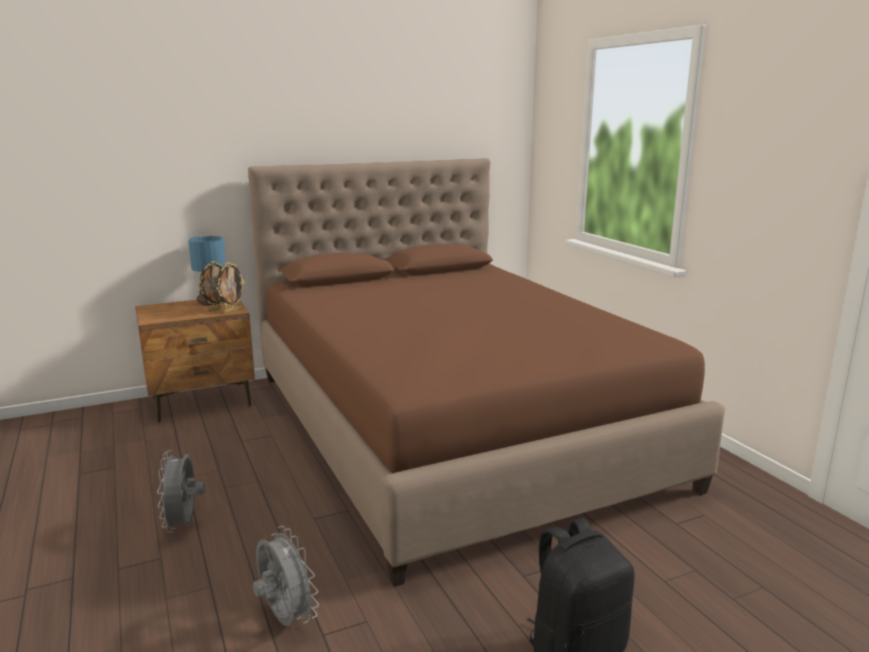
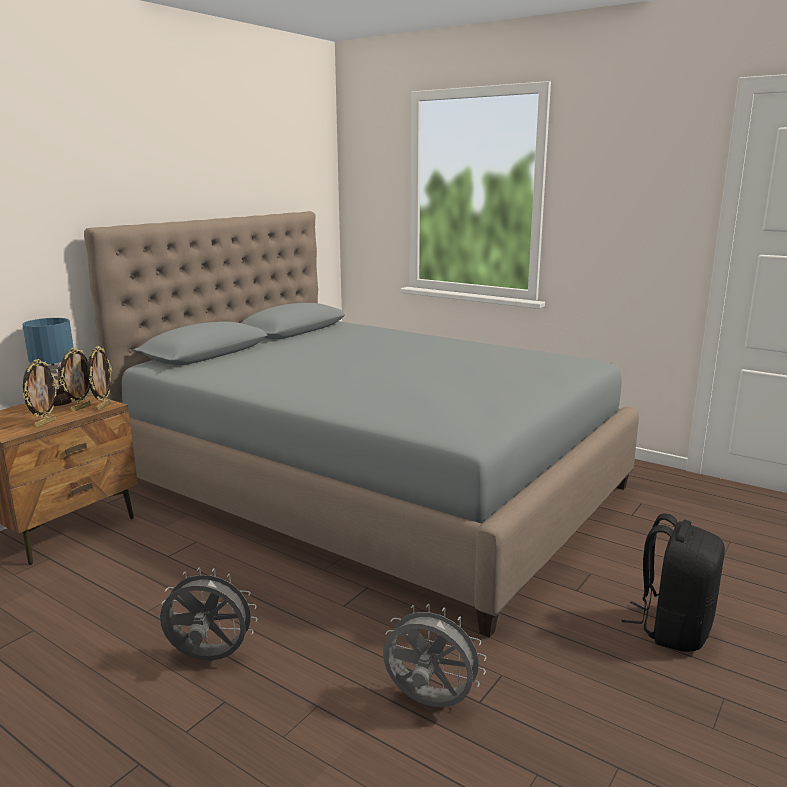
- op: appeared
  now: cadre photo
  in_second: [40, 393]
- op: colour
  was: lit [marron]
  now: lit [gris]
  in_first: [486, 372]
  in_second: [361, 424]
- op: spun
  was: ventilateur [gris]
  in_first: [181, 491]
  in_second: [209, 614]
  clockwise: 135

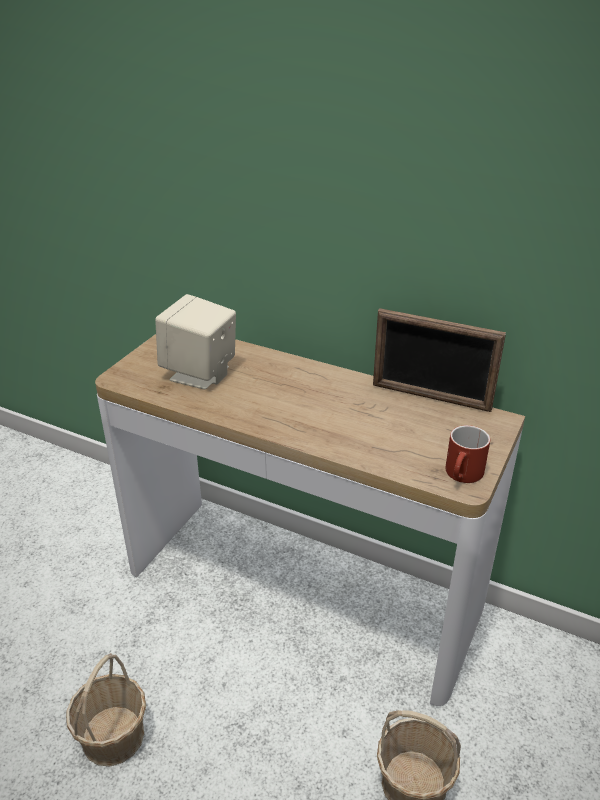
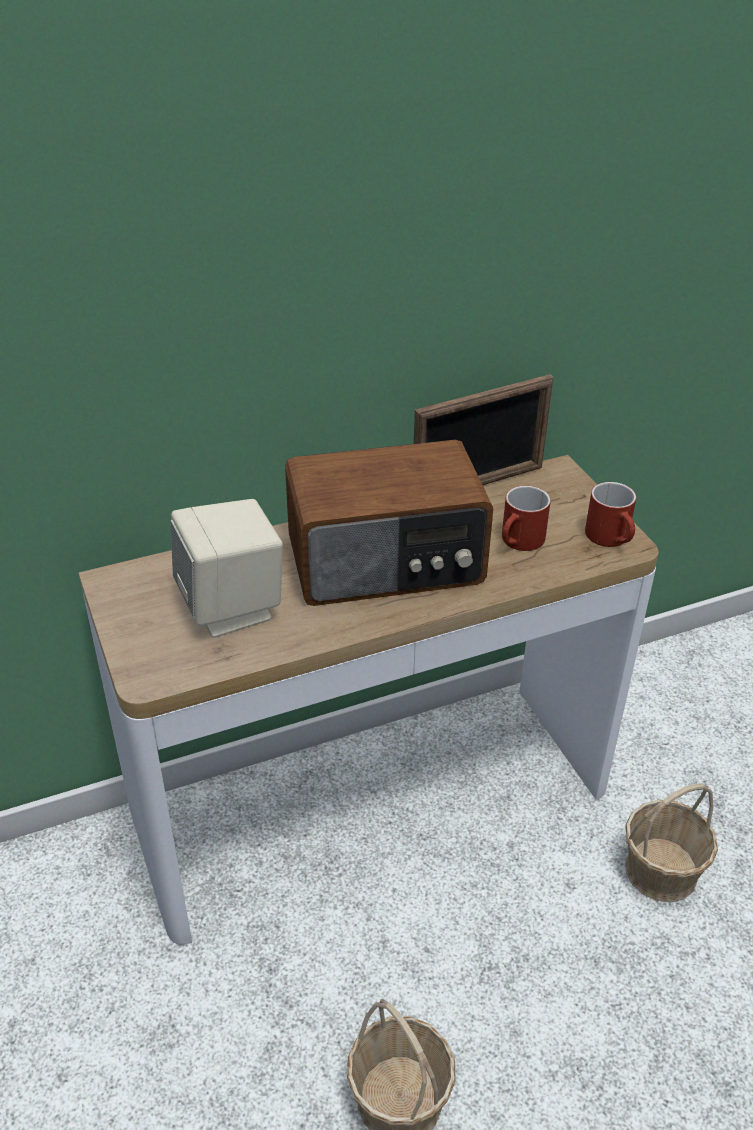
- op: appeared
  now: radio
  in_second: [389, 523]
- op: appeared
  now: mug [rouge]
  in_second: [526, 518]

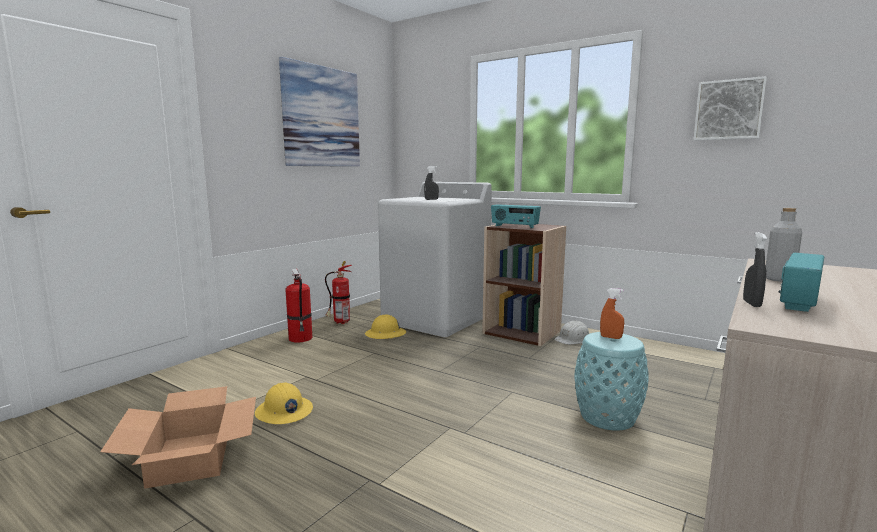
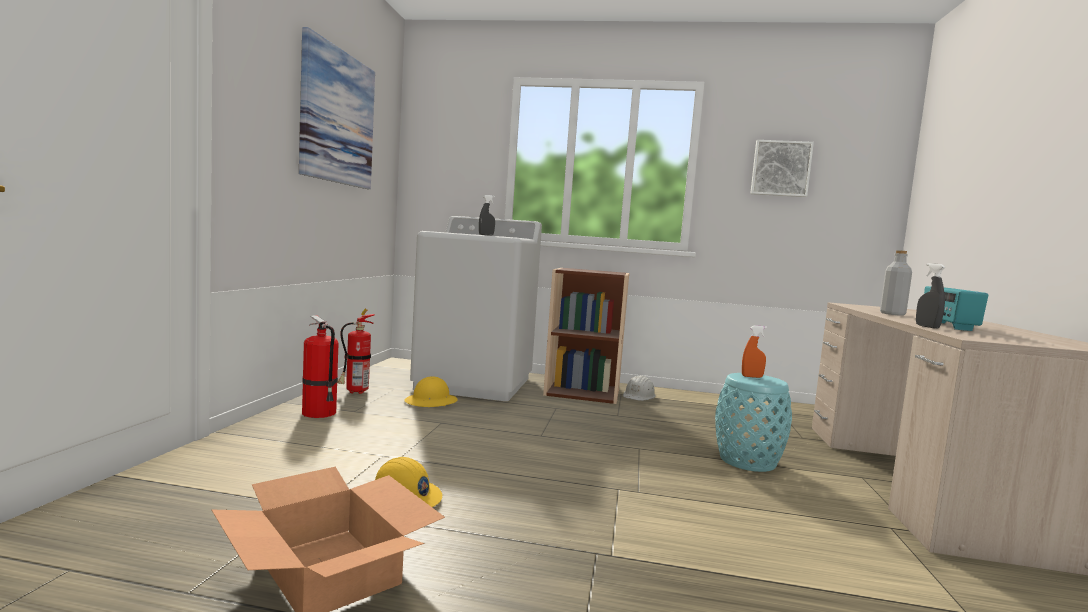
- op: missing
  was: radio
  in_first: [516, 216]

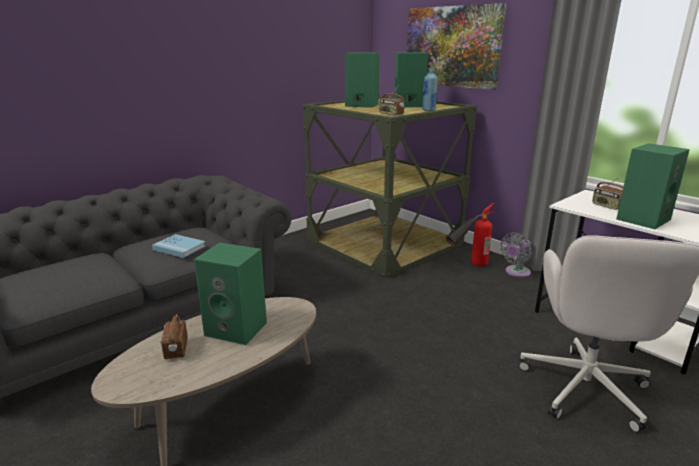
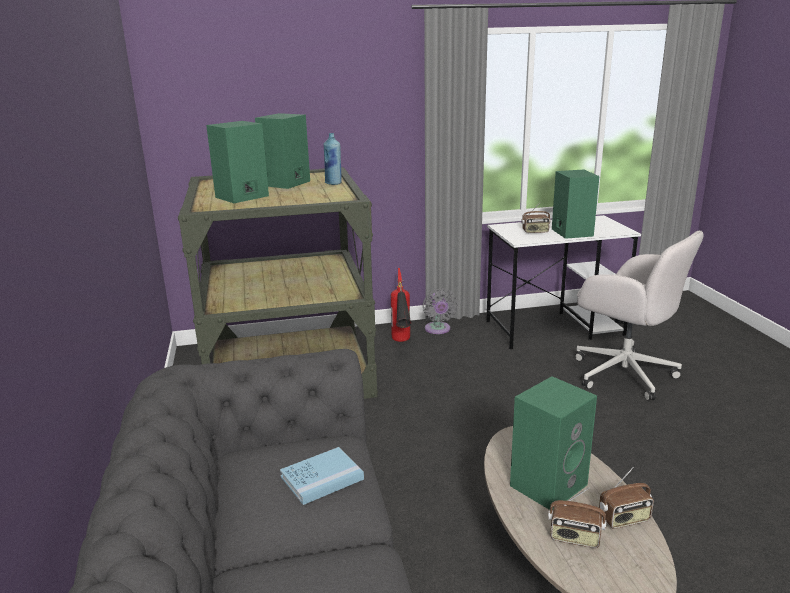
- op: relocated
  was: radio
  in_first: [391, 101]
  in_second: [626, 498]
- op: missing
  was: tableau
  in_first: [456, 46]

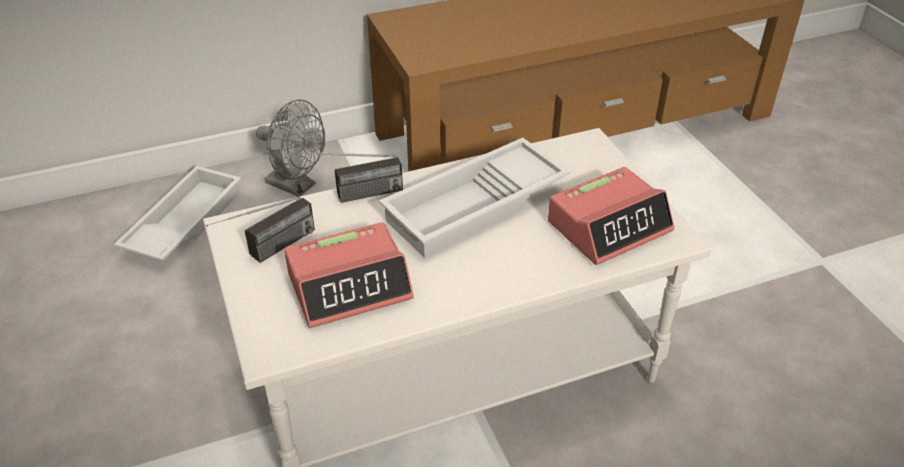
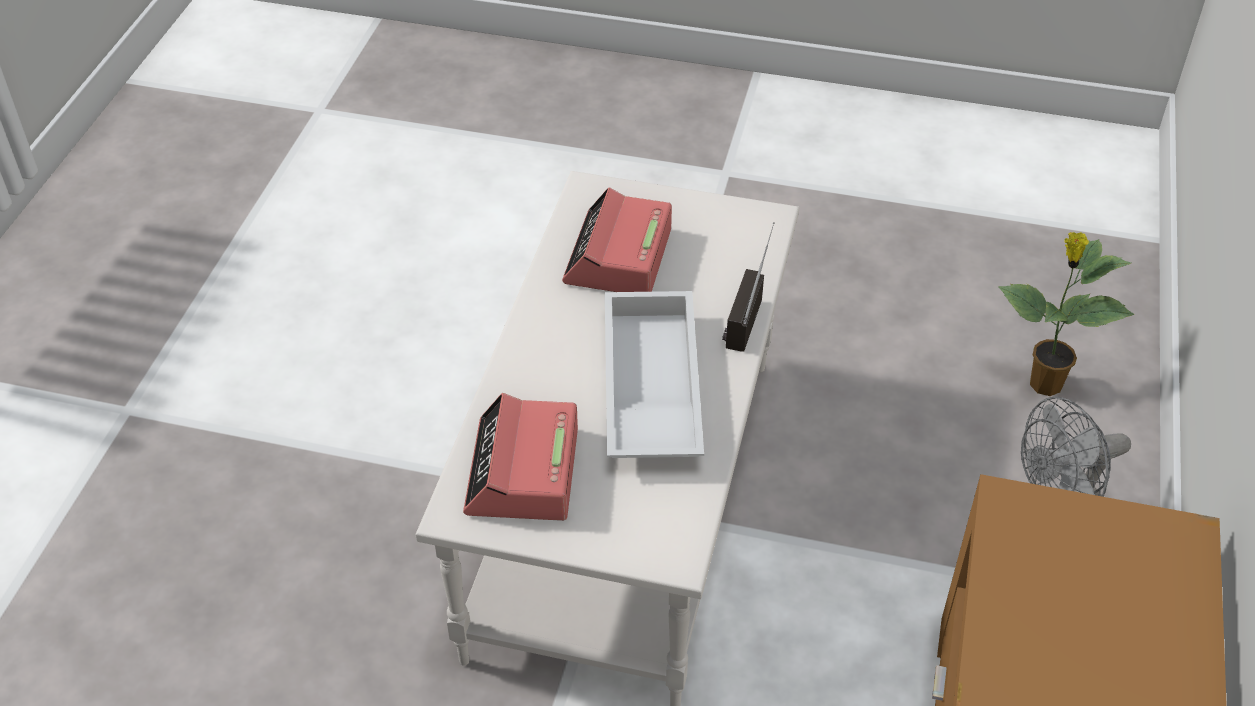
- op: exchanged
  was: plateau [blanc]
  now: plante en pot
  in_first: [177, 213]
  in_second: [1066, 314]
- op: missing
  was: radio
  in_first: [260, 230]

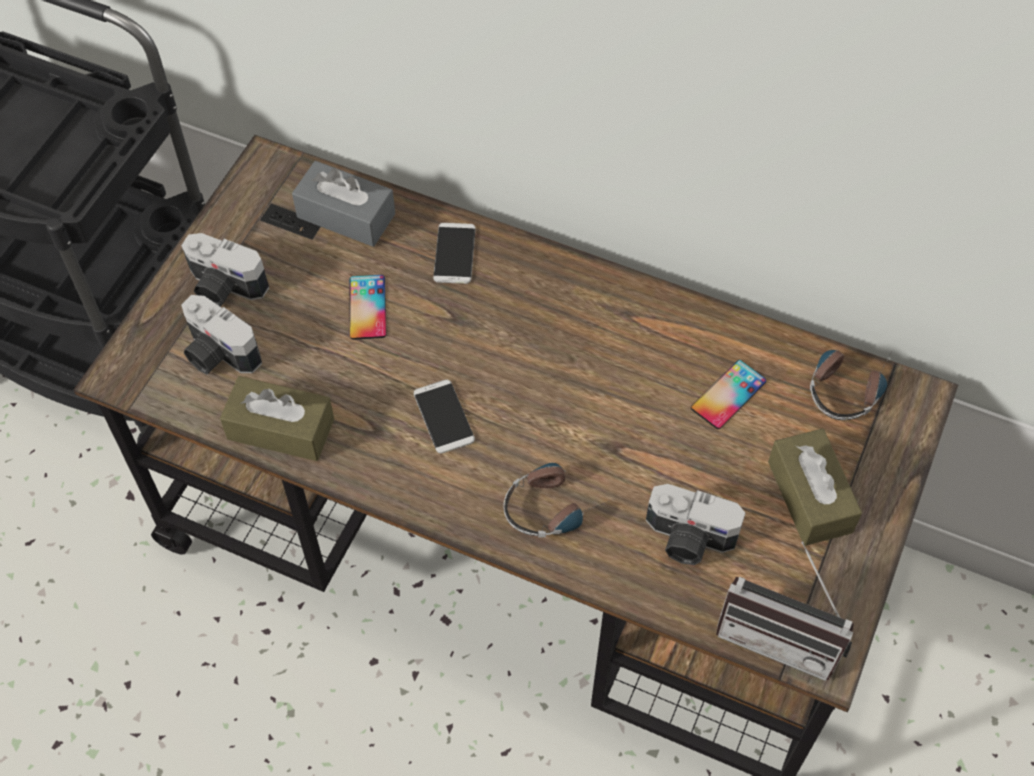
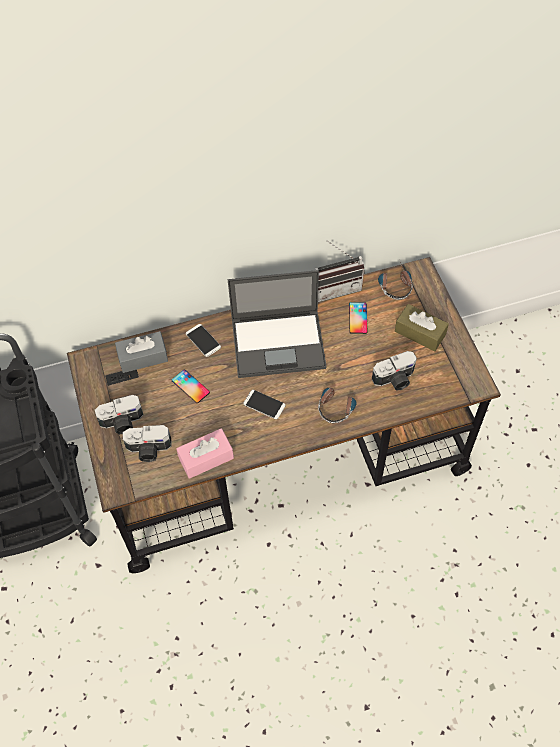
- op: colour
  was: boîte à mouchoirs [marron]
  now: boîte à mouchoirs [rose]
  in_first: [277, 418]
  in_second: [205, 453]
- op: appeared
  now: ordinateur portable
  in_second: [277, 324]
- op: relocated
  was: radio
  in_first: [785, 611]
  in_second: [340, 271]

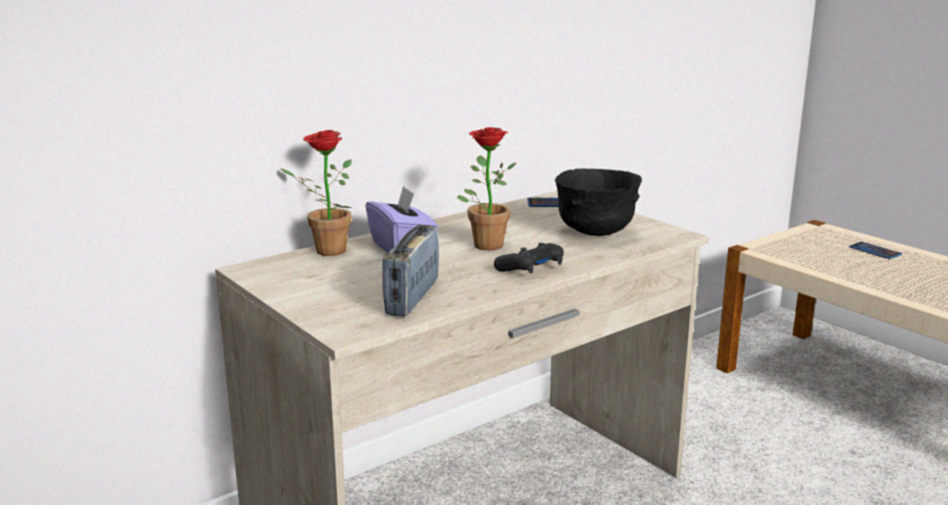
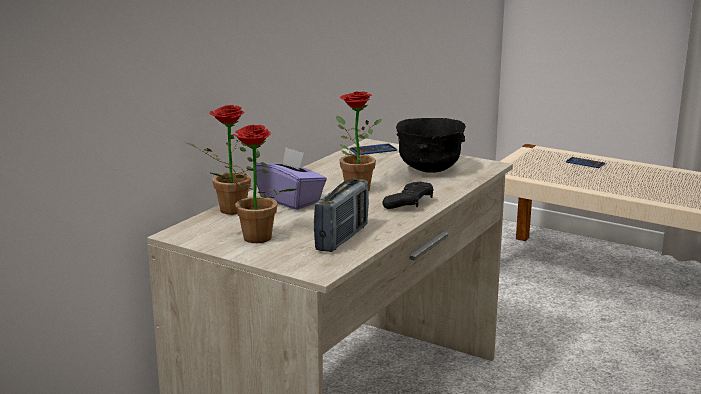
- op: appeared
  now: plante en pot
  in_second: [253, 184]
- op: spun
  was: radio
  in_first: [410, 270]
  in_second: [341, 215]
  clockwise: -150

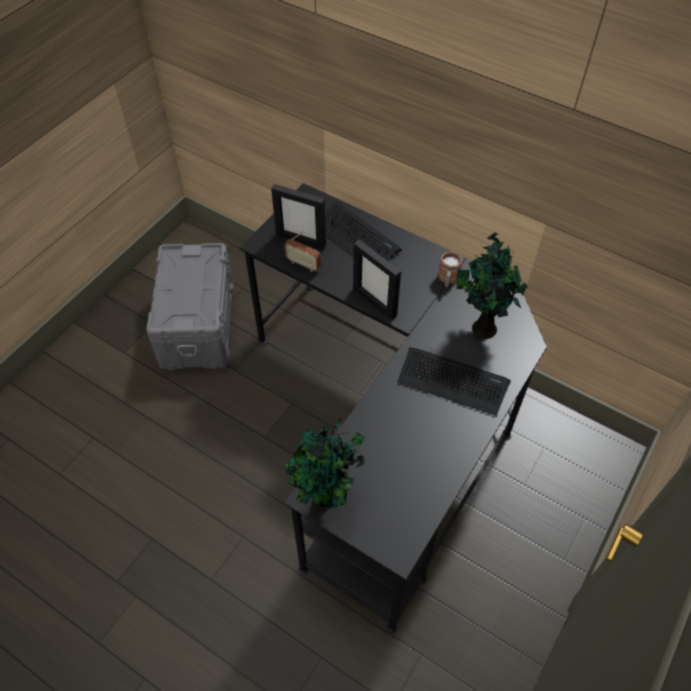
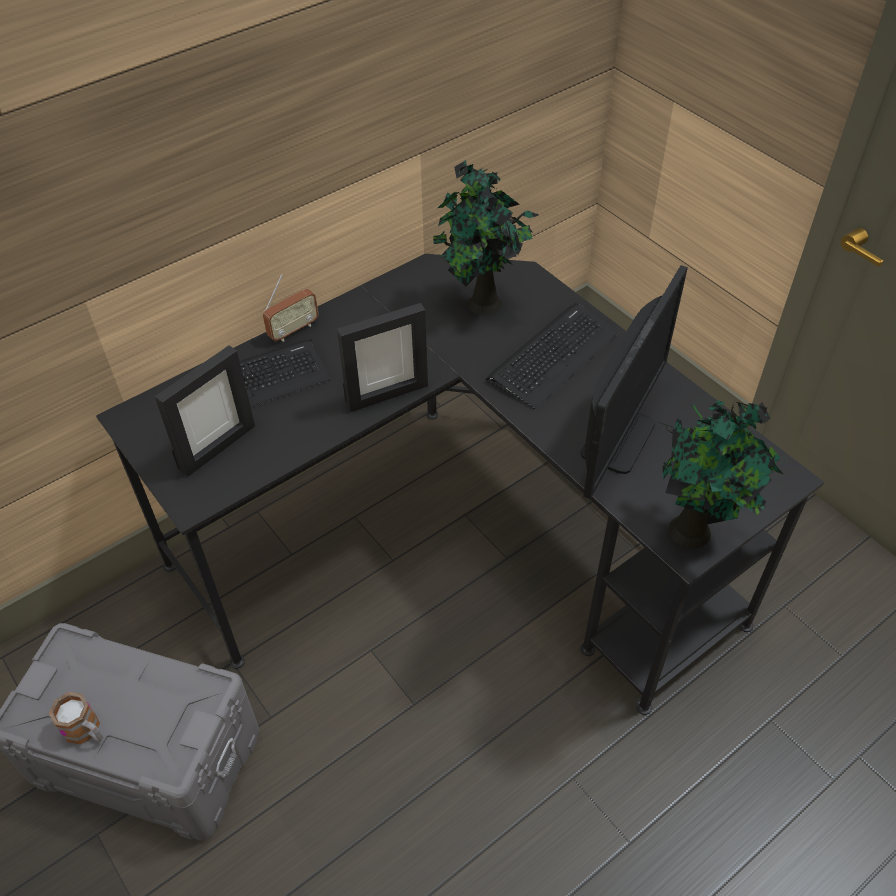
- op: relocated
  was: mug
  in_first: [450, 269]
  in_second: [76, 718]
- op: relocated
  was: radio
  in_first: [302, 251]
  in_second: [291, 307]
- op: appeared
  now: écran d'ordinateur
  in_second: [634, 382]

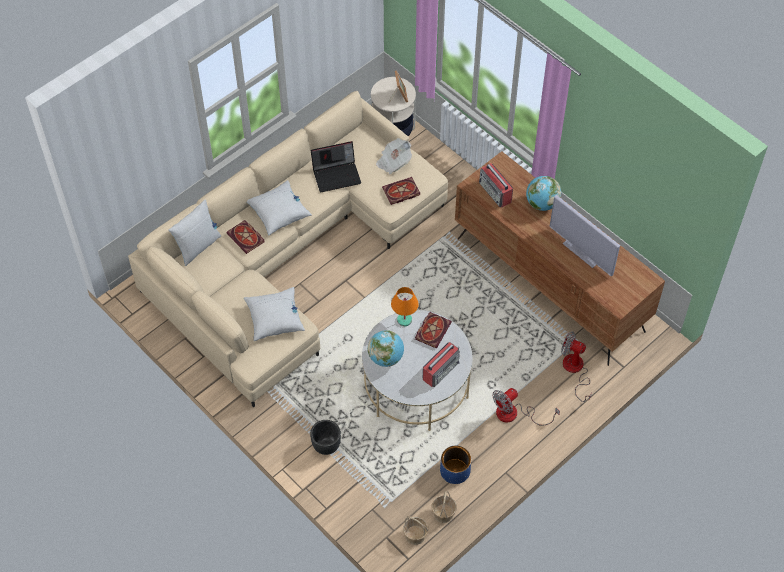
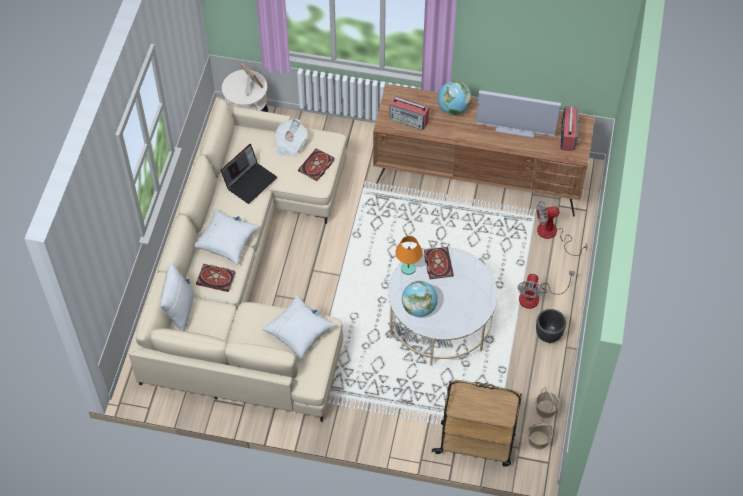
- op: appeared
  now: chariot [marron]
  in_second: [477, 423]
- op: relocated
  was: cache-pot [noir]
  in_first: [325, 437]
  in_second: [551, 326]
- op: relocated
  was: radio
  in_first: [441, 364]
  in_second: [569, 128]
- op: missing
  was: cache-pot [bleu]
  in_first: [455, 465]

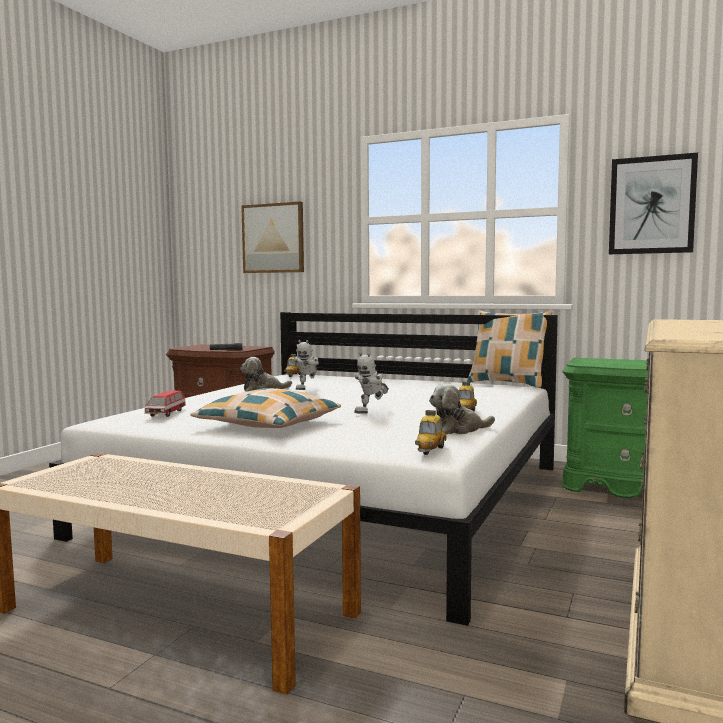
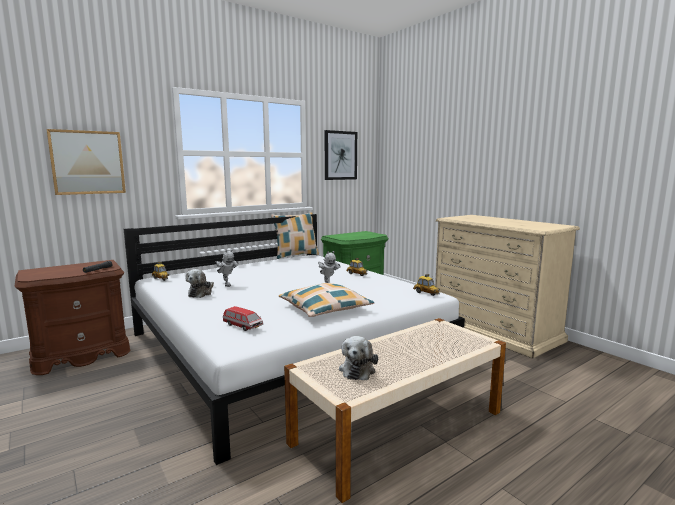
- op: relocated
  was: peluche
  in_first: [462, 408]
  in_second: [358, 358]

